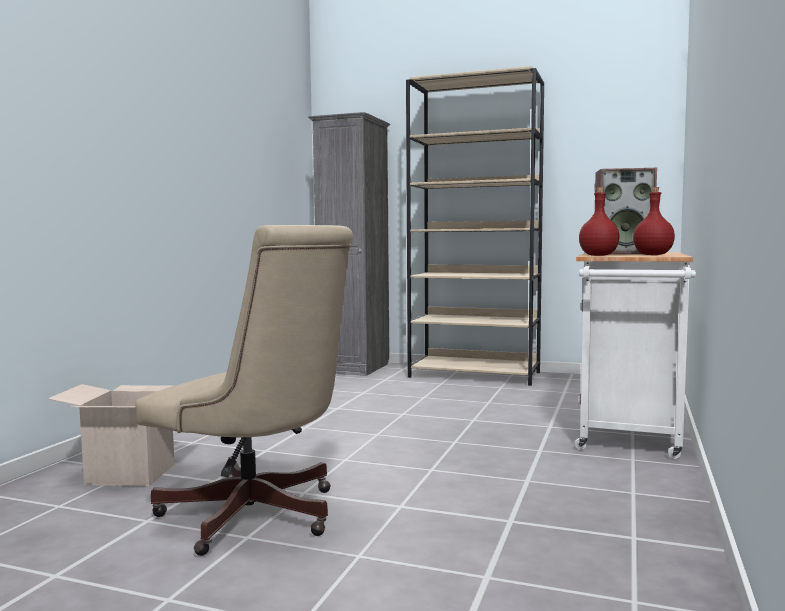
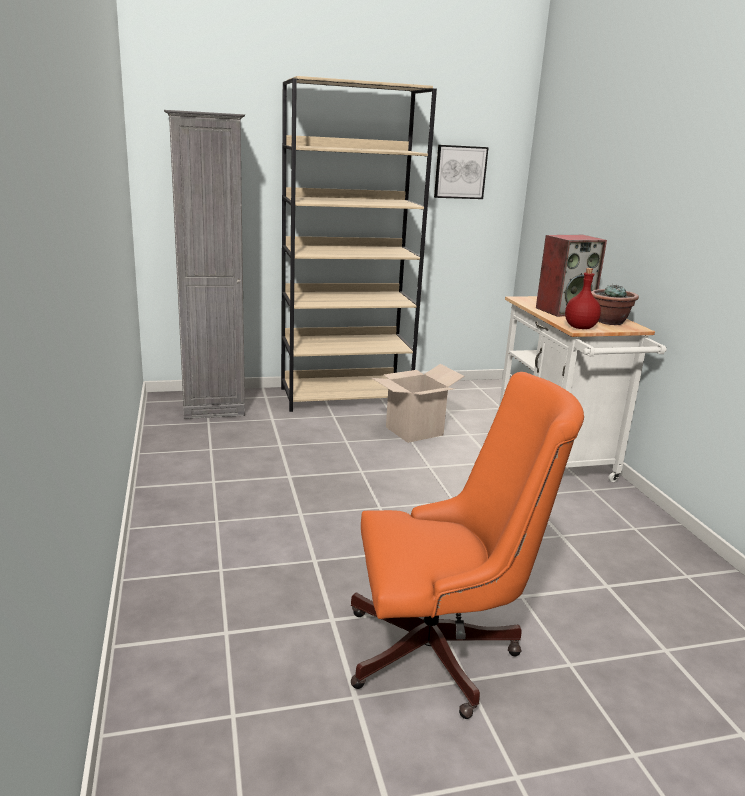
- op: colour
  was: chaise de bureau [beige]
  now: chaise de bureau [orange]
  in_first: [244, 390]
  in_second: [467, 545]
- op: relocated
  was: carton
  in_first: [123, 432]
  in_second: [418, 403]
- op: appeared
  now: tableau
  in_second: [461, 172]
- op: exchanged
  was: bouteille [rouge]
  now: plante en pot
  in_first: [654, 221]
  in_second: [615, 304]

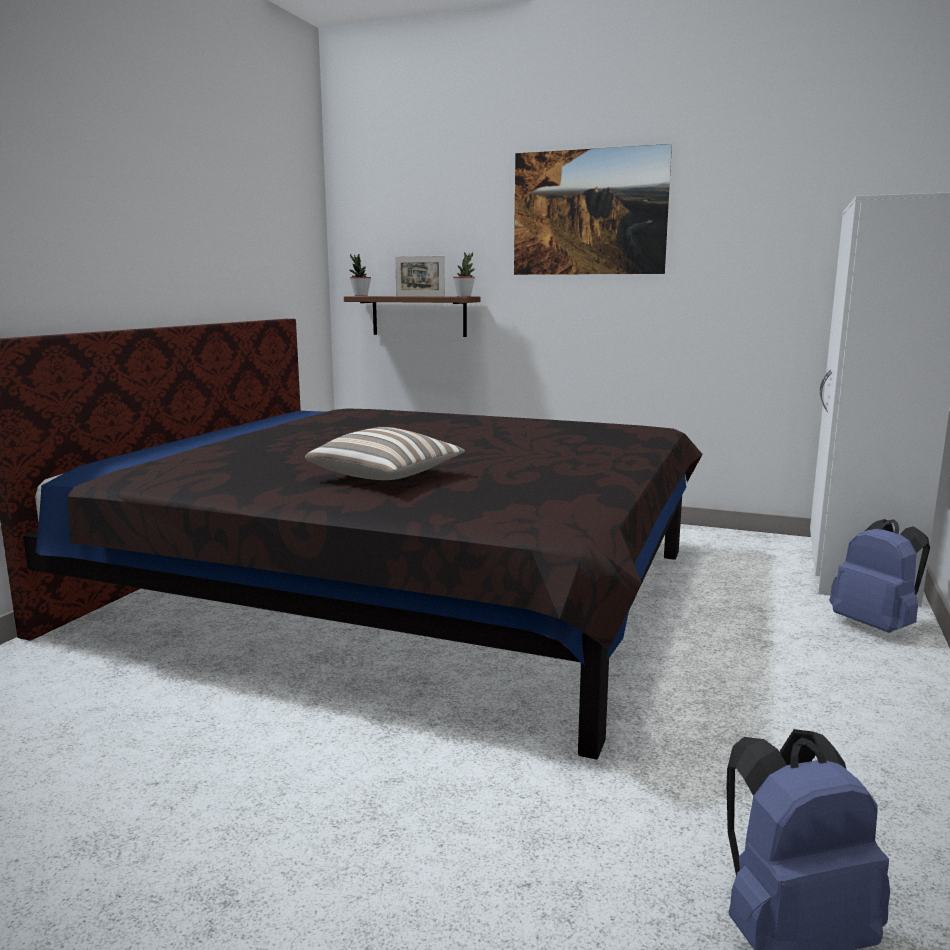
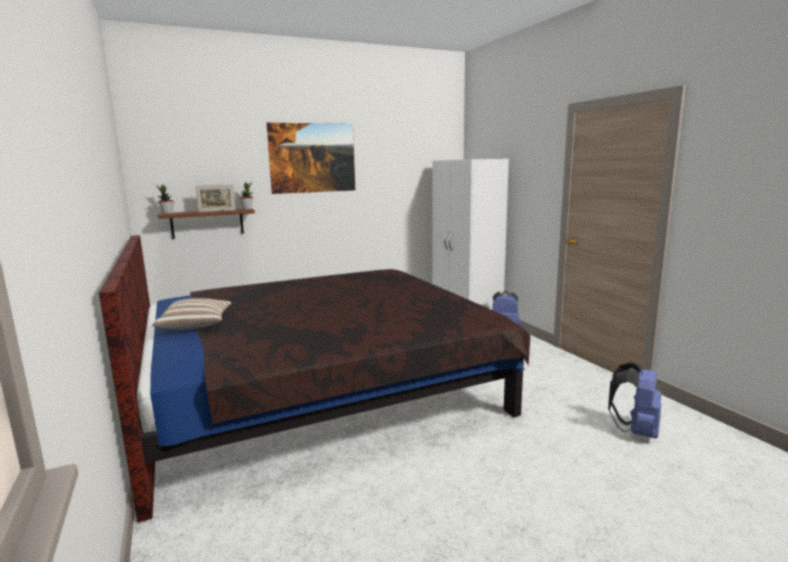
- op: relocated
  was: coussin
  in_first: [385, 453]
  in_second: [192, 314]

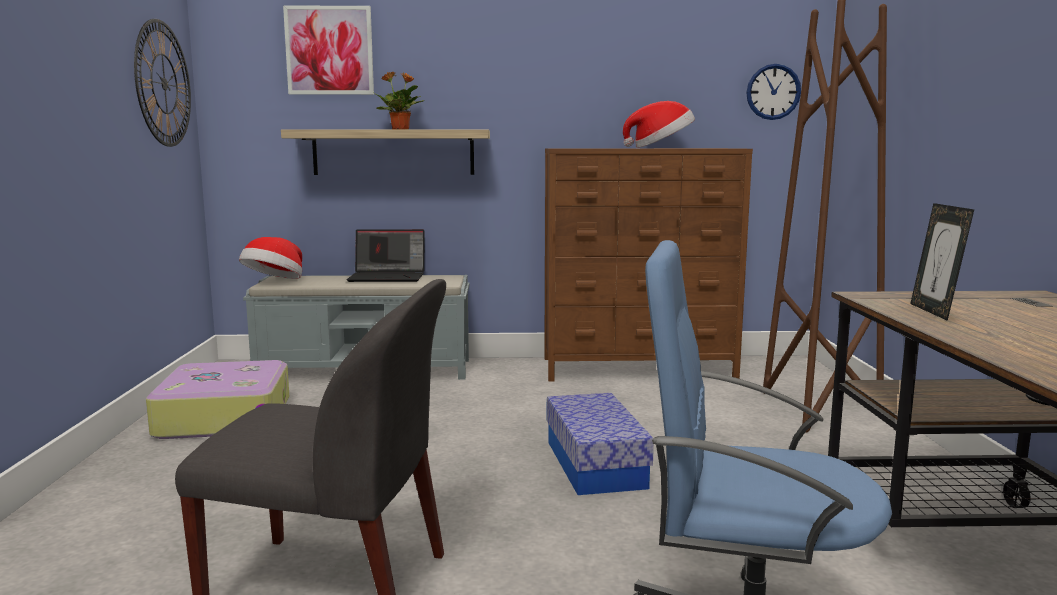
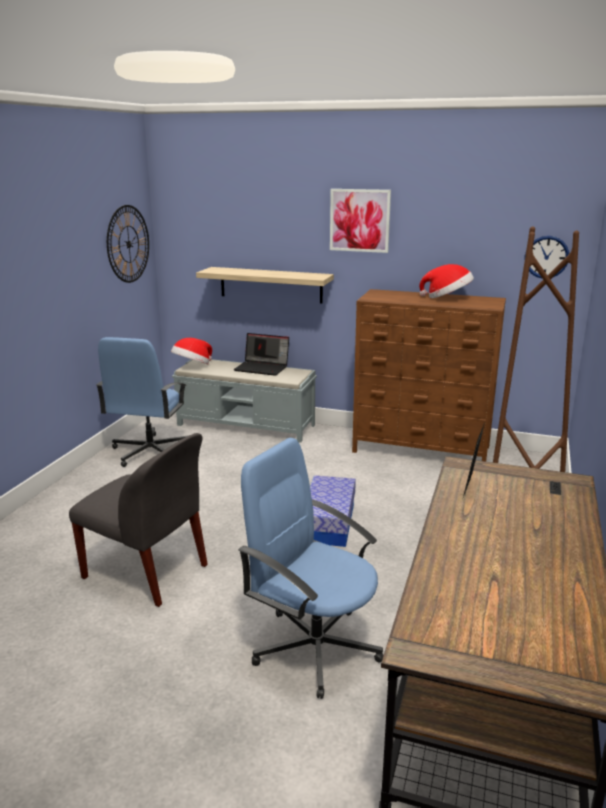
- op: exchanged
  was: valise
  now: chaise de bureau [bleu]
  in_first: [217, 399]
  in_second: [142, 402]
- op: relocated
  was: tableau
  in_first: [328, 50]
  in_second: [360, 221]
- op: missing
  was: plante en pot
  in_first: [399, 101]

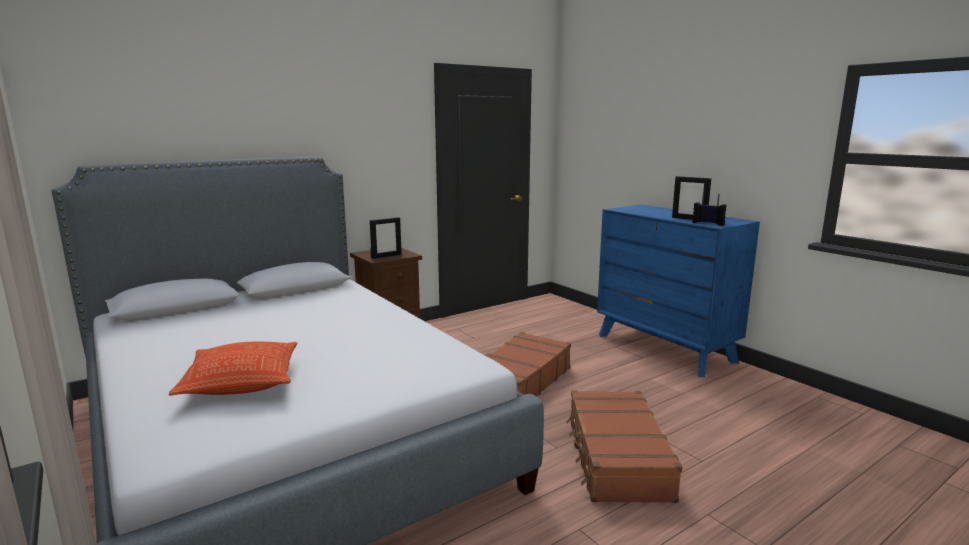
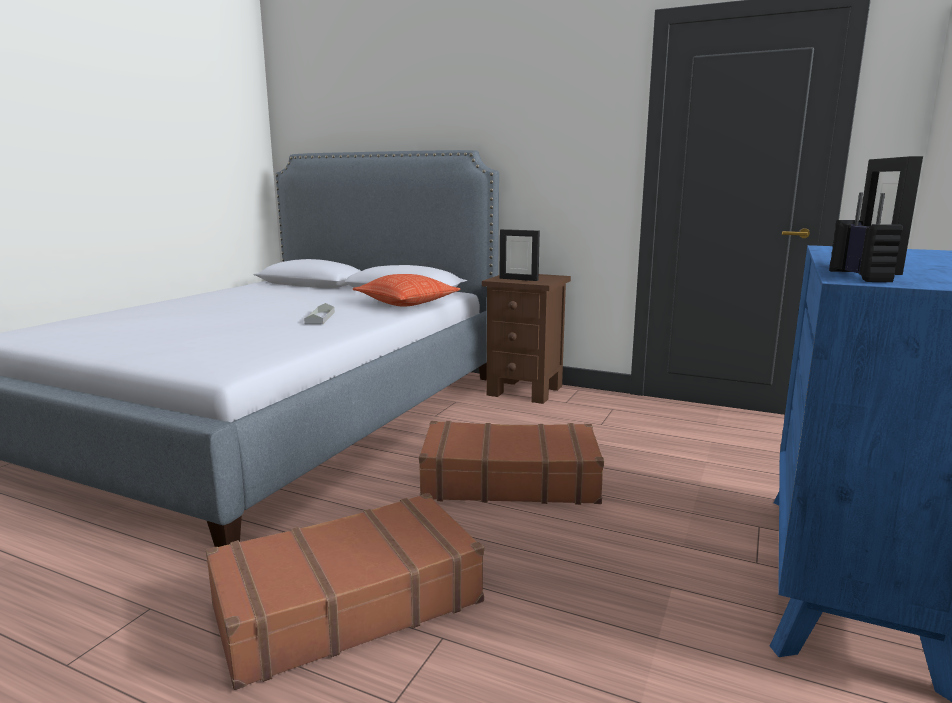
- op: appeared
  now: plateau [gris]
  in_second: [319, 313]
- op: relocated
  was: coussin [orange]
  in_first: [233, 369]
  in_second: [406, 290]

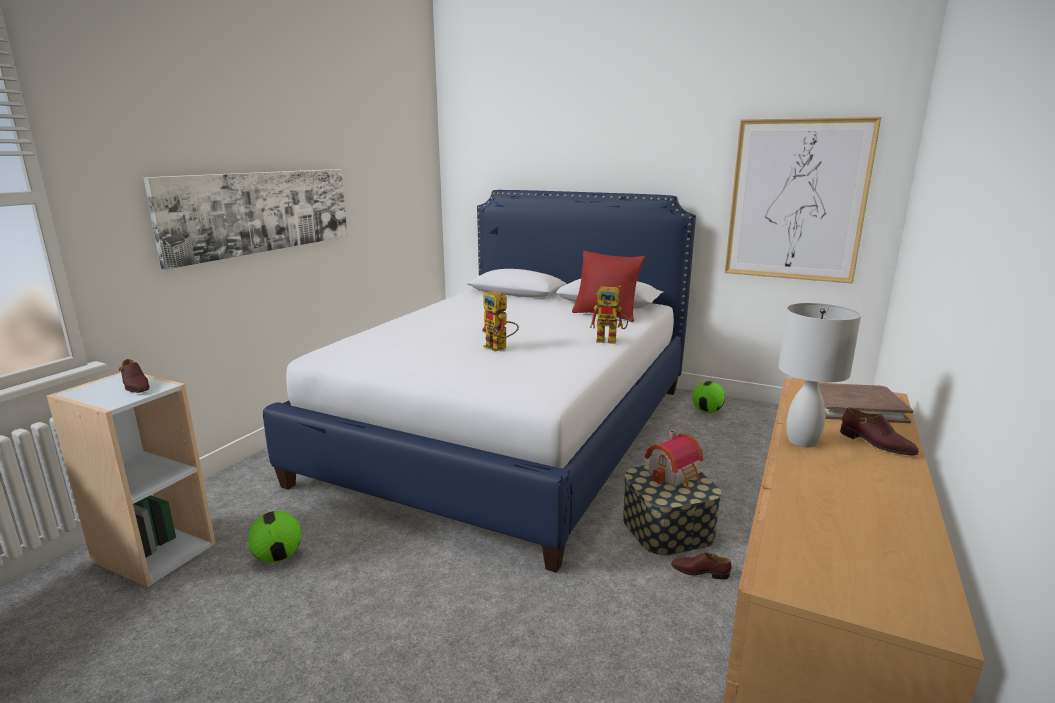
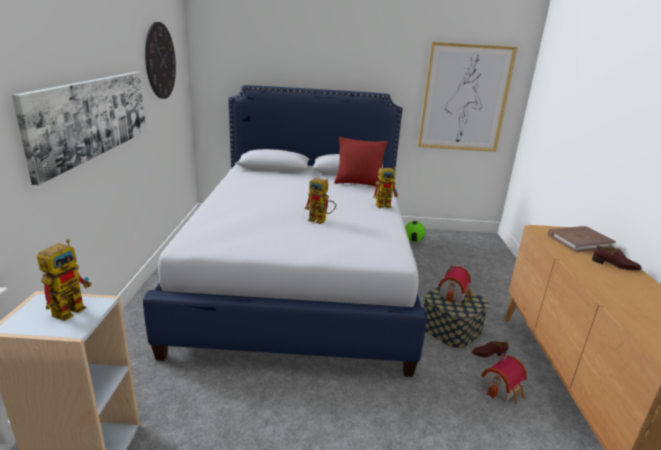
- op: exchanged
  was: chaussure [marron]
  now: robot jouet
  in_first: [134, 376]
  in_second: [64, 280]
- op: appeared
  now: horloge murale
  in_second: [160, 60]
- op: appeared
  now: maison miniature
  in_second: [504, 379]
- op: missing
  was: ballon de foot
  in_first: [274, 537]
- op: missing
  was: lampe de table [blanc]
  in_first: [819, 375]

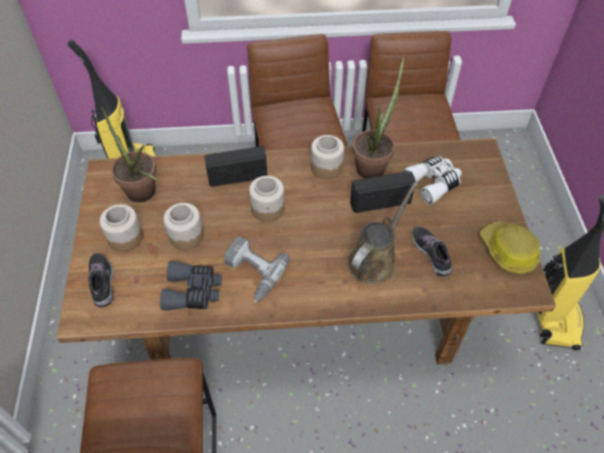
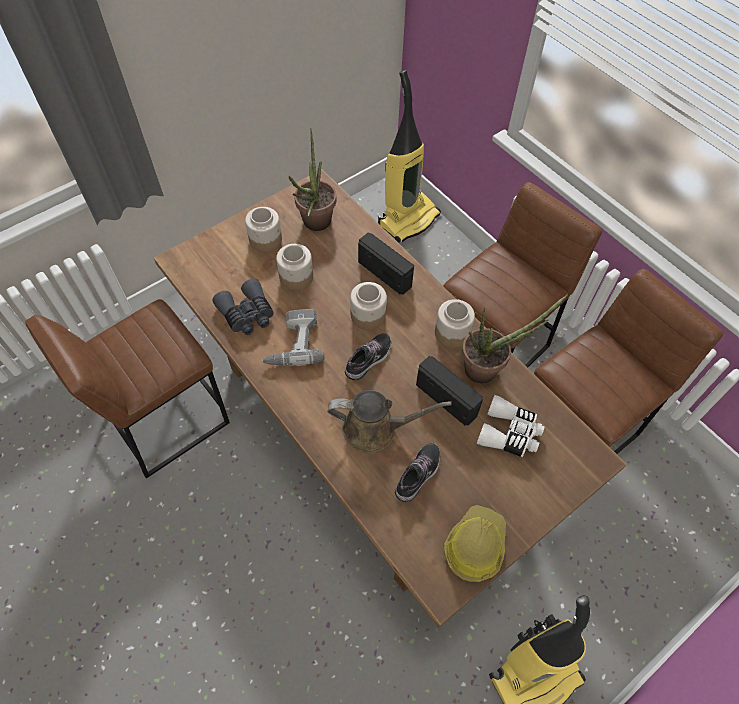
- op: relocated
  was: chaussure
  in_first: [101, 280]
  in_second: [368, 356]

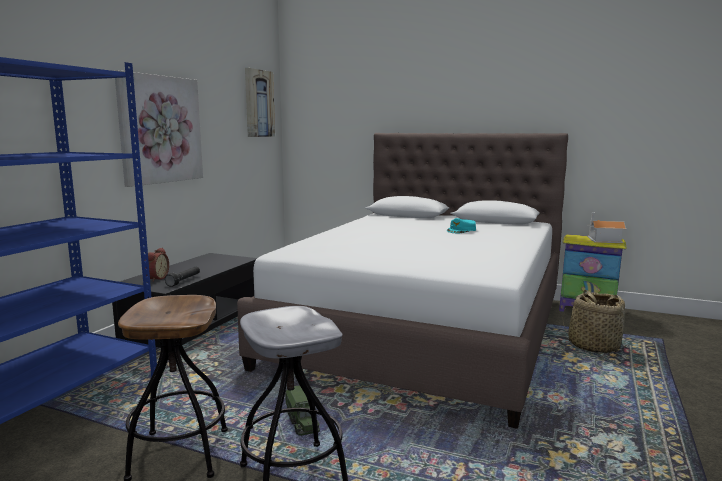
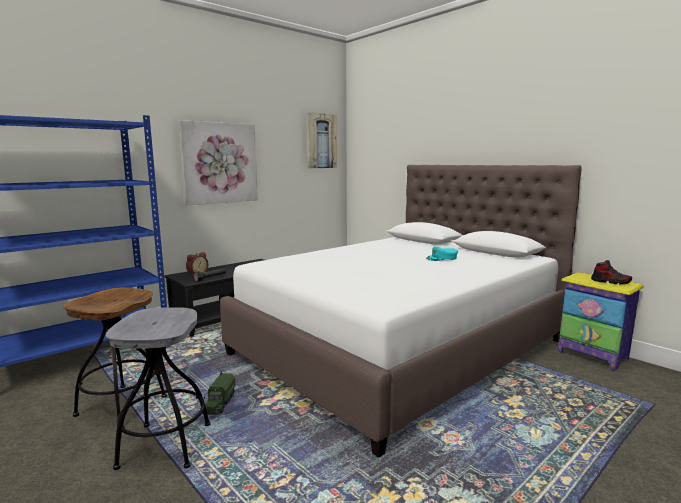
- op: exchanged
  was: maison miniature
  now: chaussure
  in_first: [606, 228]
  in_second: [611, 272]
- op: missing
  was: panier
  in_first: [595, 322]

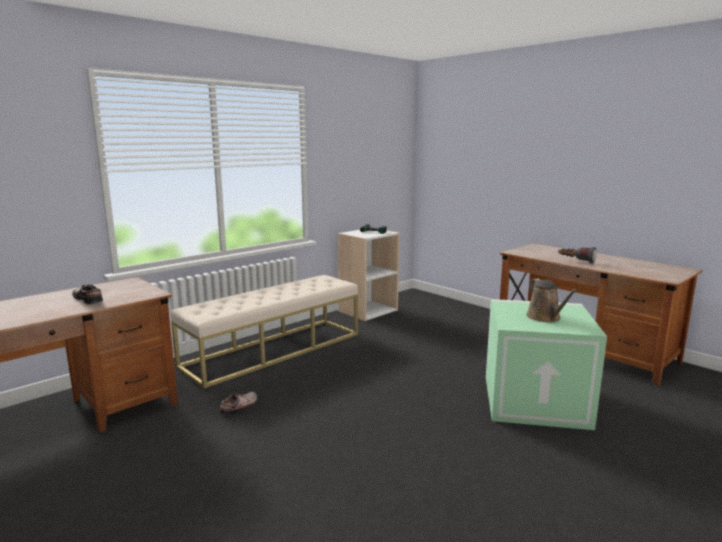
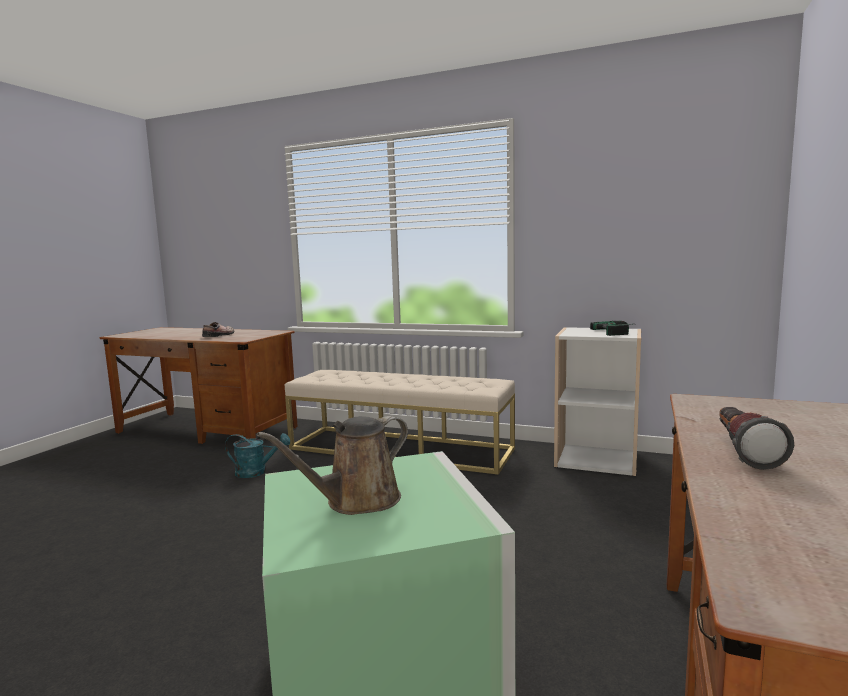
- op: exchanged
  was: chaussure
  now: arrosoir [turquoise]
  in_first: [238, 404]
  in_second: [257, 455]

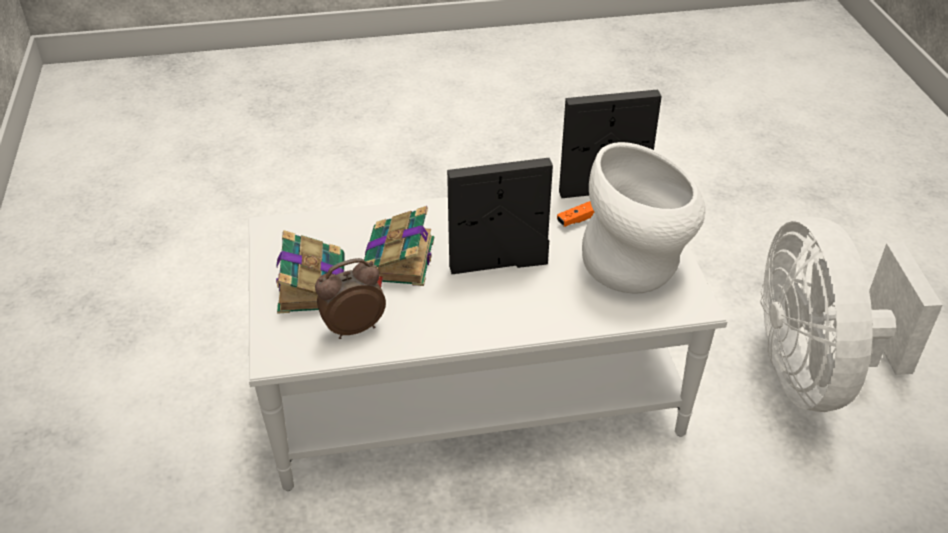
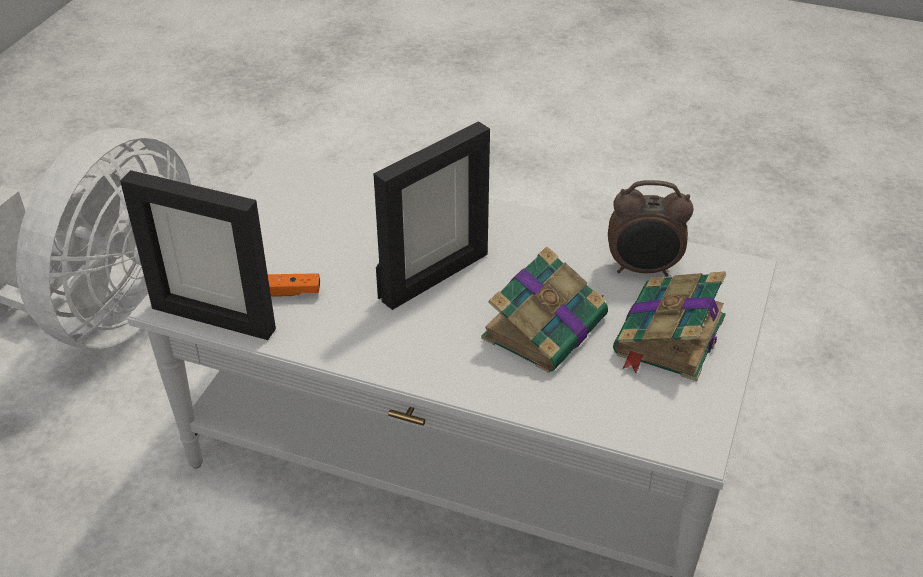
- op: spun
  was: cadre photo
  in_first: [500, 216]
  in_second: [432, 215]
  clockwise: -60
- op: missing
  was: vase [blanc]
  in_first: [644, 218]

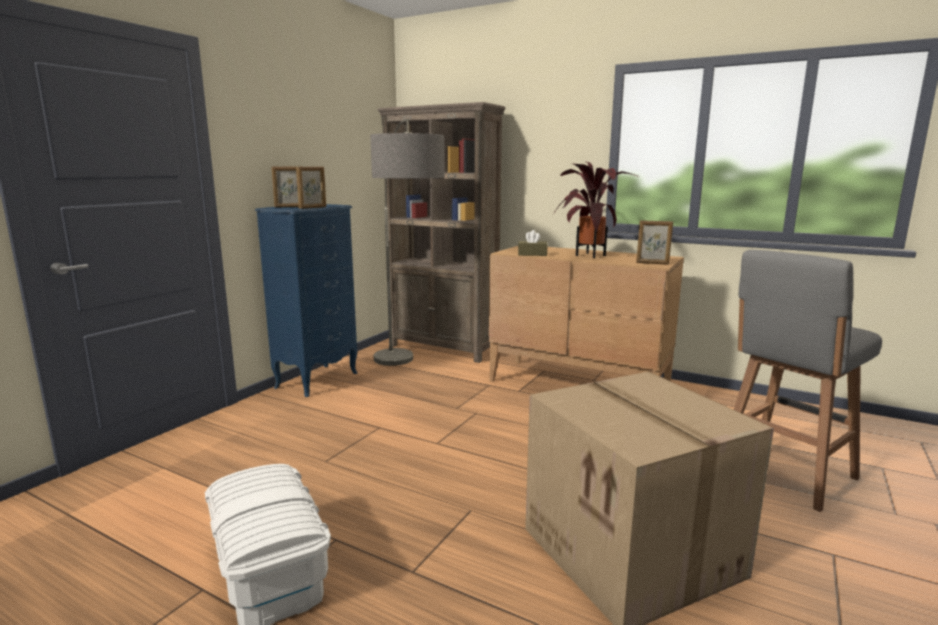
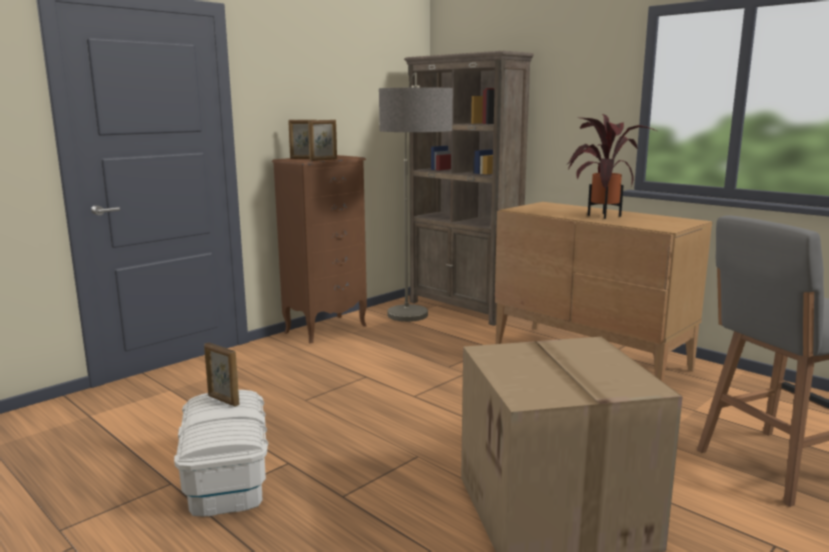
- op: relocated
  was: cadre photo
  in_first: [654, 242]
  in_second: [221, 374]
- op: colour
  was: commode [bleu]
  now: commode [marron]
  in_first: [306, 300]
  in_second: [319, 249]
- op: missing
  was: boîte à mouchoirs [marron]
  in_first: [533, 243]

